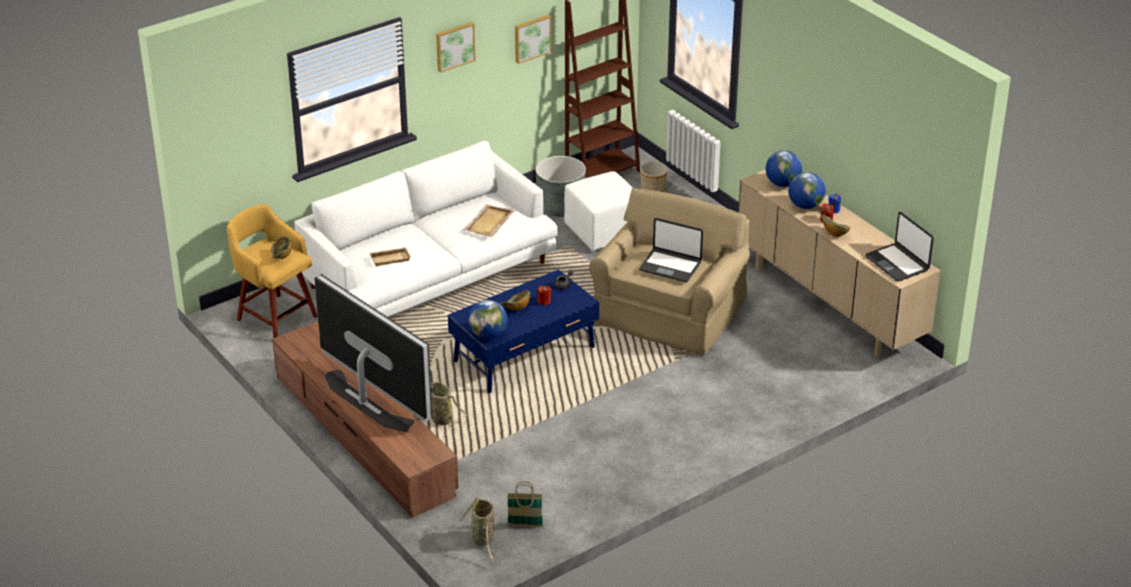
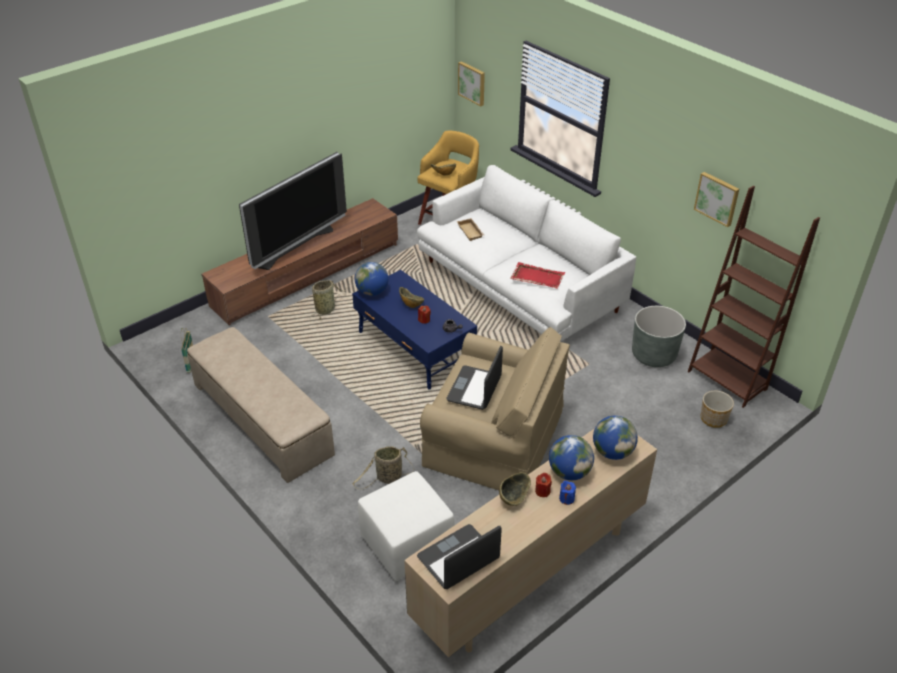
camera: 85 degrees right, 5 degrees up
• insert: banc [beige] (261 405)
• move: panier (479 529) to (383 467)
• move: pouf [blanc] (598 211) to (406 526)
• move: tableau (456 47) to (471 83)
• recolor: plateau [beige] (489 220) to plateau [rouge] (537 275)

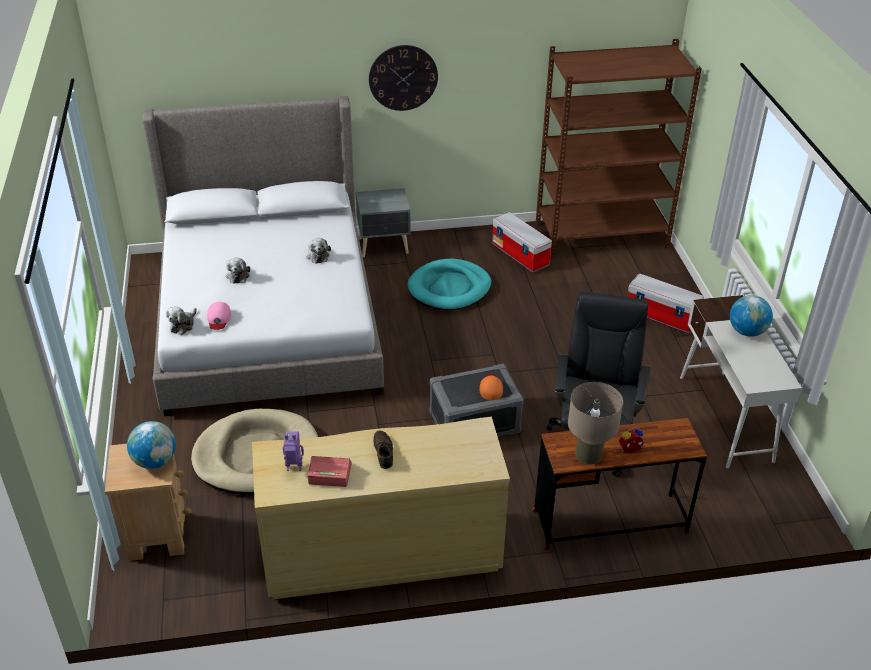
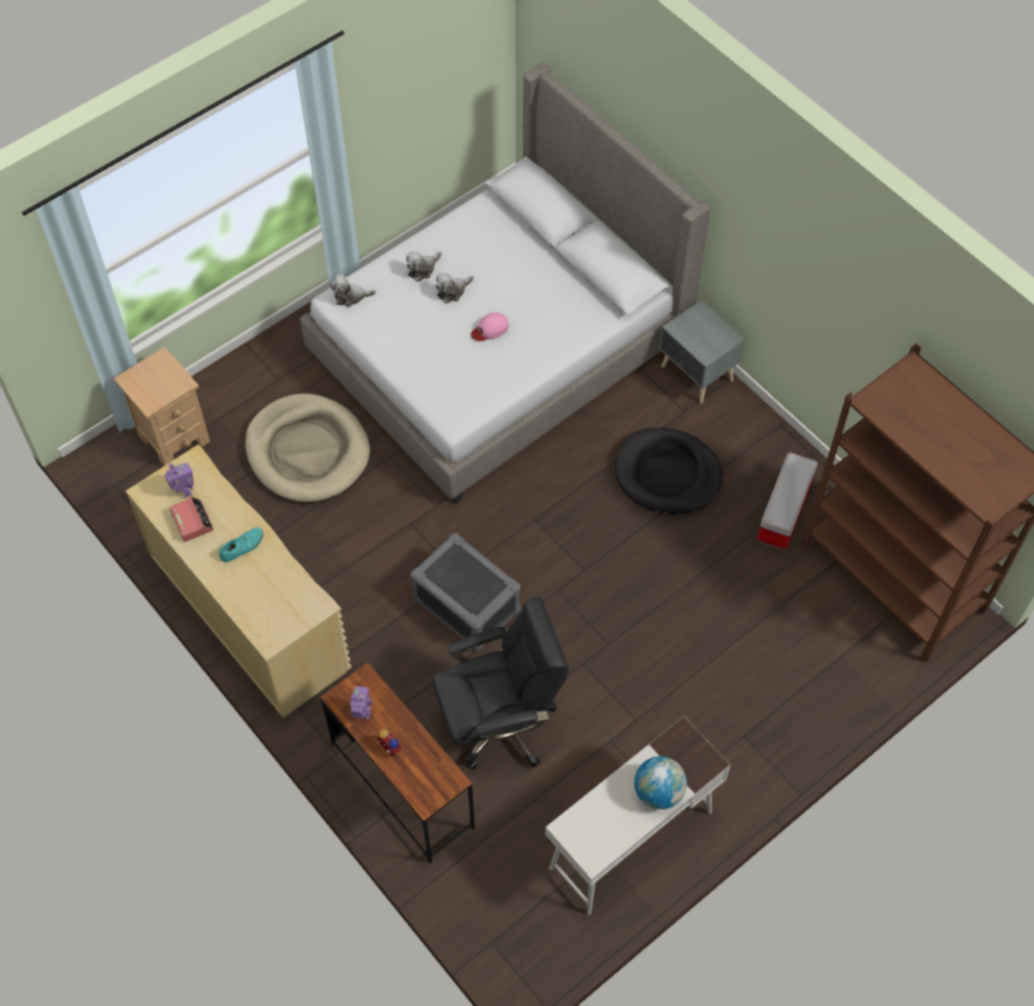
camera: 60 degrees right, 20 degrees up
• recolor: chaussure [marron] (383 450) to chaussure [turquoise] (241 544)
• replace: lampe de table [beige] (595 423) to robot jouet (361 703)
• move: peluche (319 251) to (423 266)
• move: casquette [rose] (219 316) to (490 326)
• recolor: panier pour chien [turquoise] (449 284) to panier pour chien [noir] (669 471)
• delete: globe (151 445)
• delete: horloge murale (403 78)
• delete: casquette [orange] (491 387)
• delete: boîte de rangement (666 304)

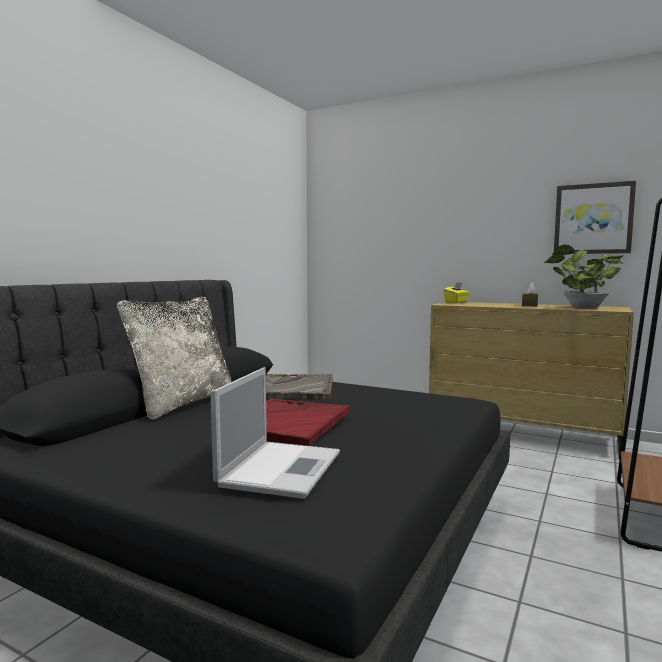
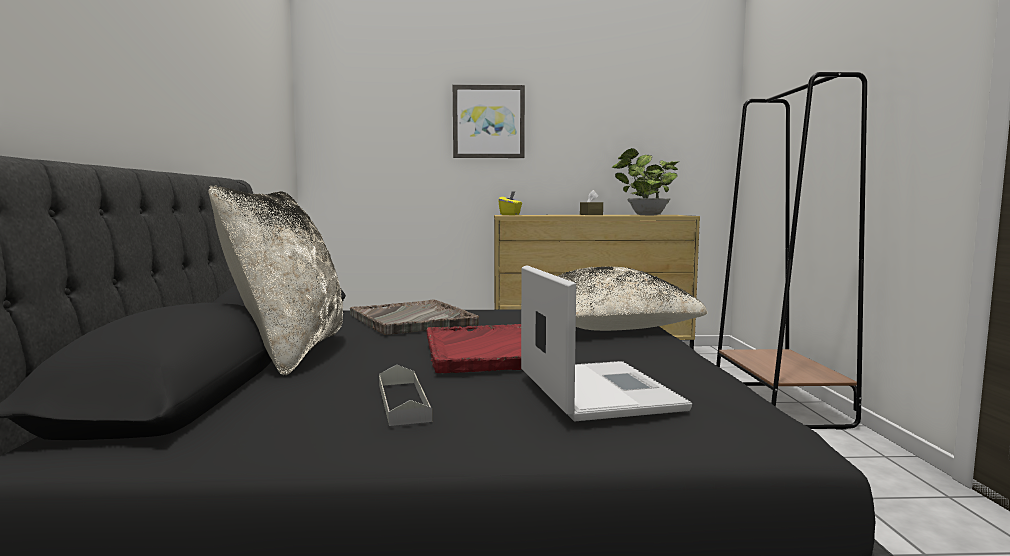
camera: 30 degrees left, 0 degrees up
• insert: plateau [gris] (405 395)
• move: tableau (595 217) to (489 121)
• insert: coussin [beige] (633 298)

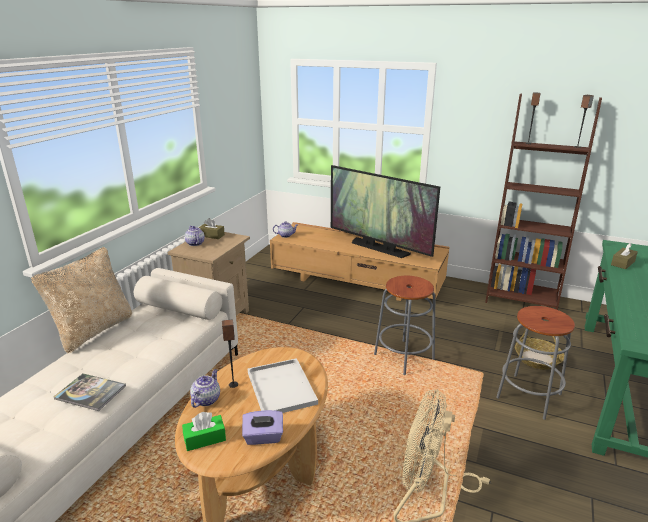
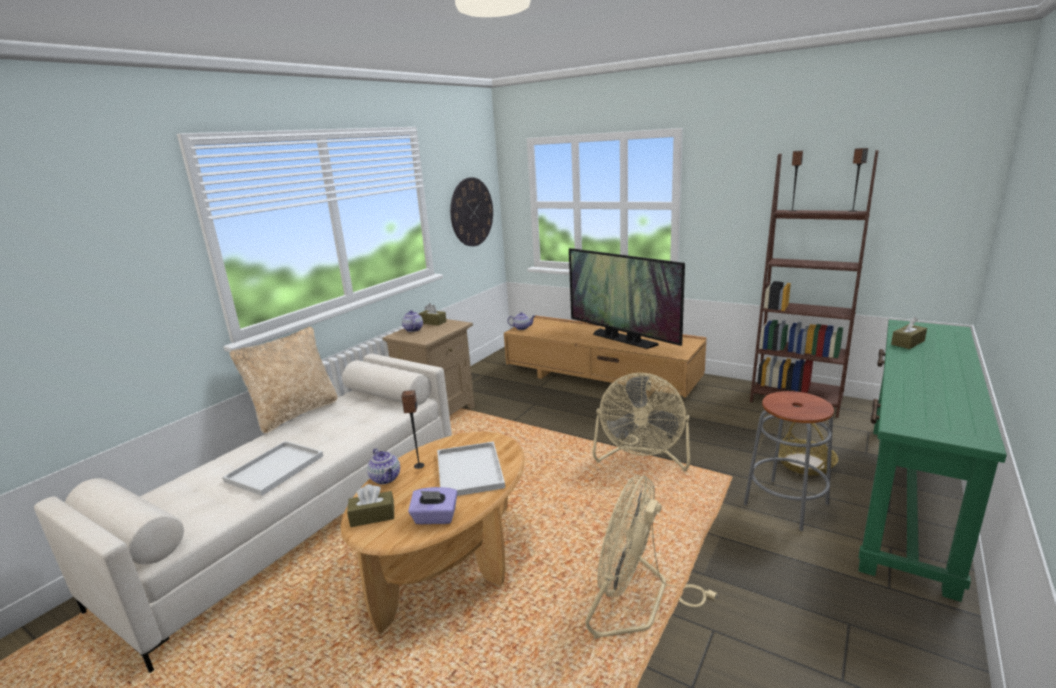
camera: 10 degrees right, 5 degrees down
• replace: livre (90 392) to plateau [blanc] (272 468)
• recolor: boîte à mouchoirs [vert] (204 431) to boîte à mouchoirs [marron] (370 505)
• rotate: théière (205 388) = (383 466) 120 degrees clockwise
• insert: horloge murale (471 211)
• replace: tabouret [gris] (404 325) to ventilateur [beige] (641 422)

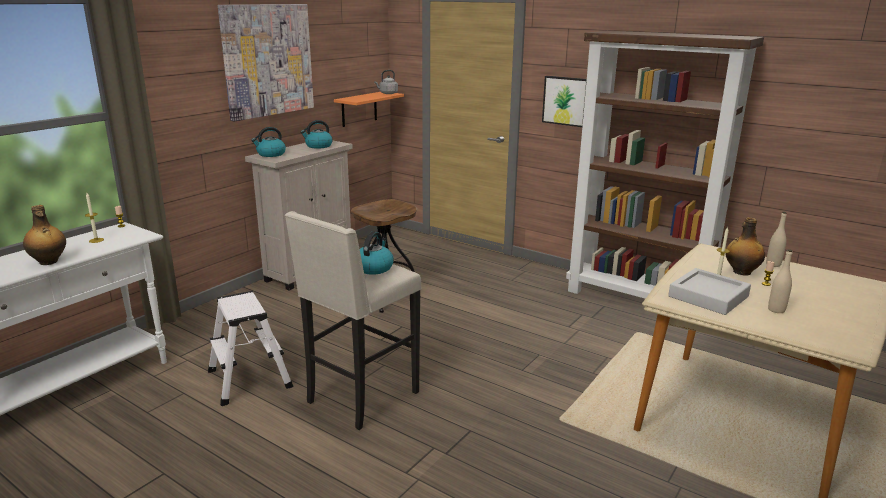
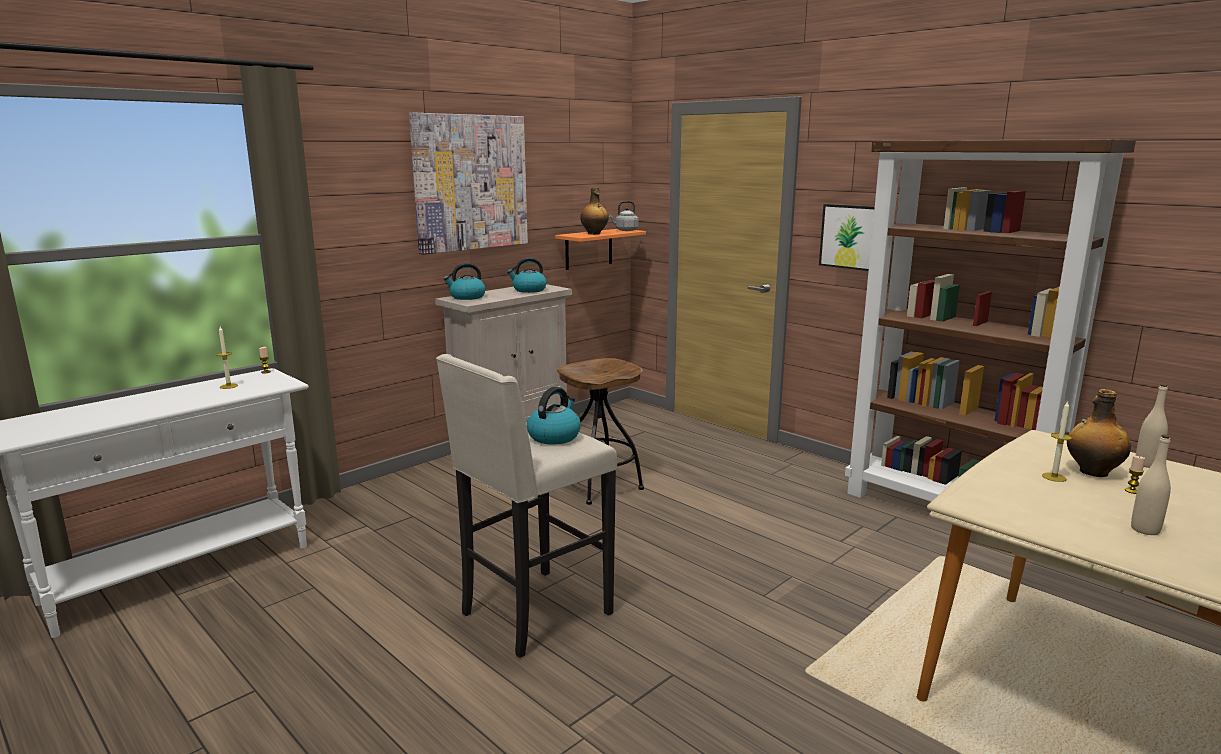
camera: 10 degrees right, 5 degrees down
• move: bouteille (44 235) to (594 211)
• delete: escabeau [blanc] (250 348)
• delete: plateau [gris] (709 291)

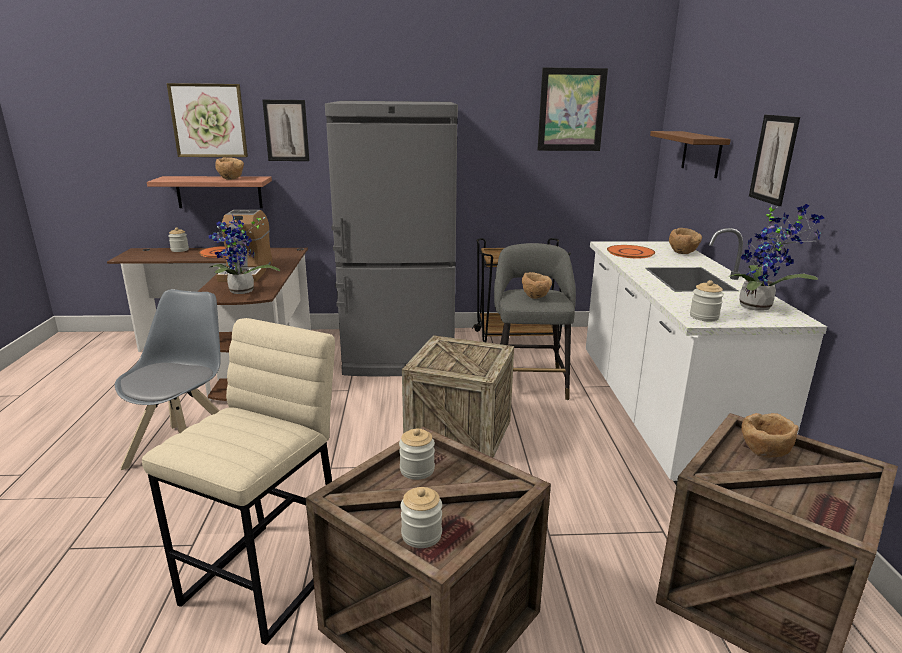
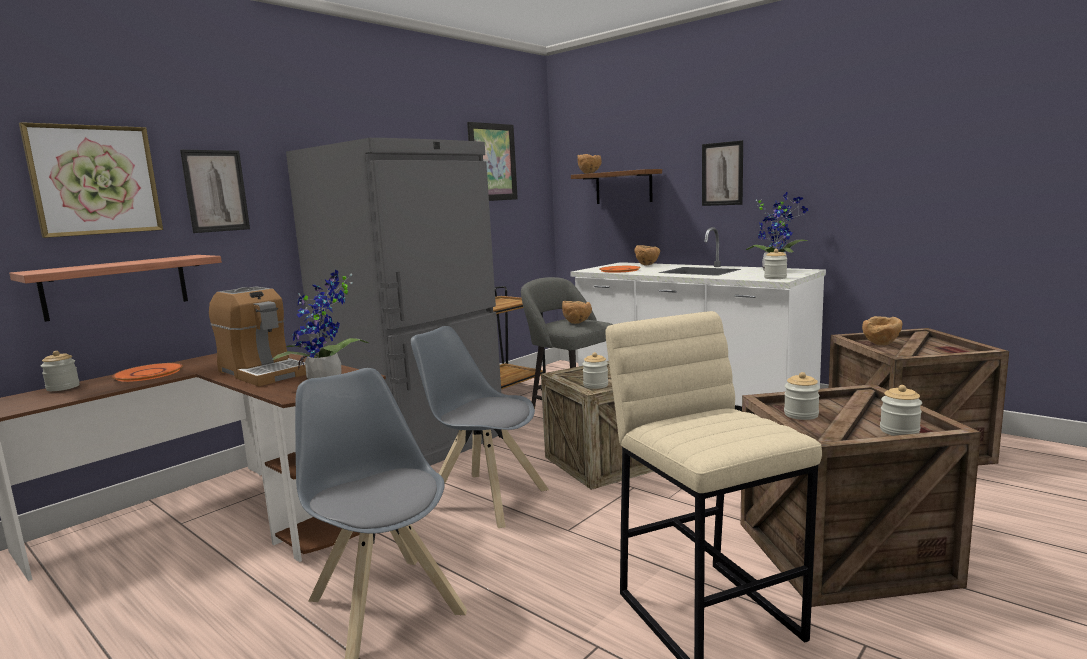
camera: 45 degrees left, 10 degrees down
• insert: chaise [gris] (480 427)
• move: bol [marron] (229 168) to (589 164)
• insert: bocal (595 370)

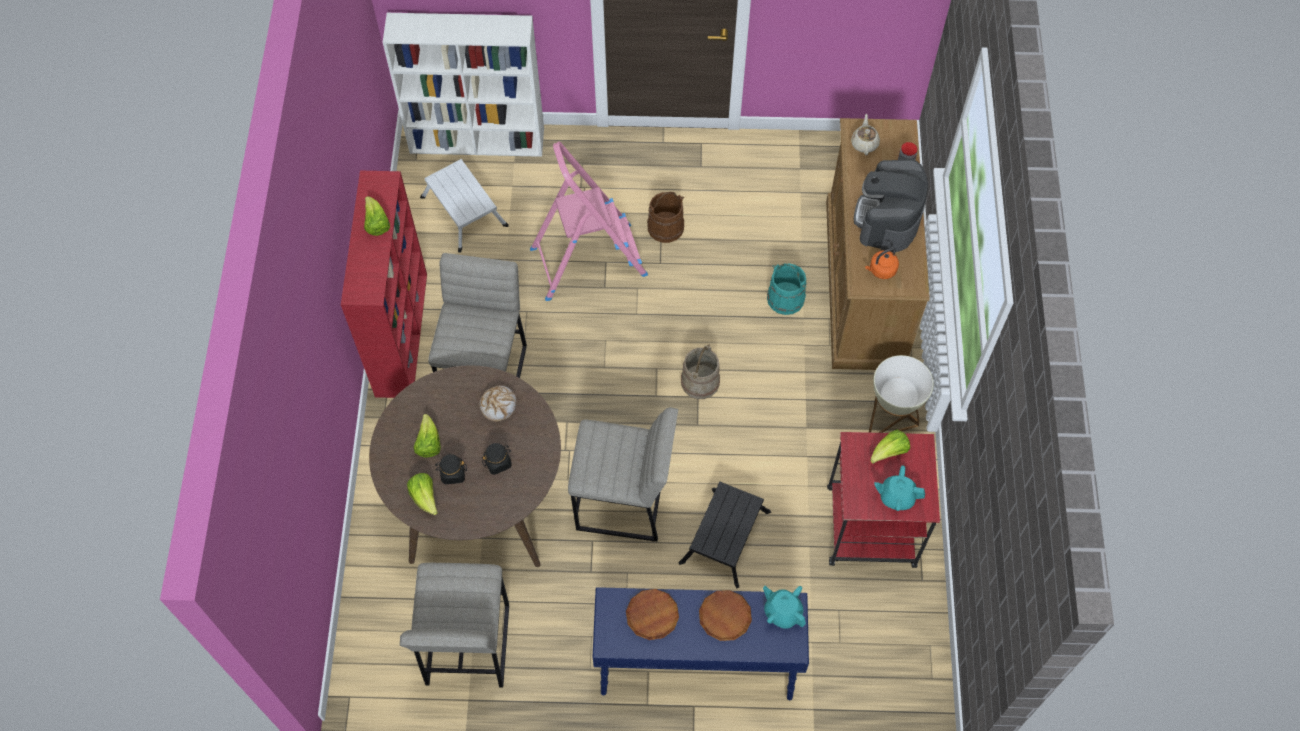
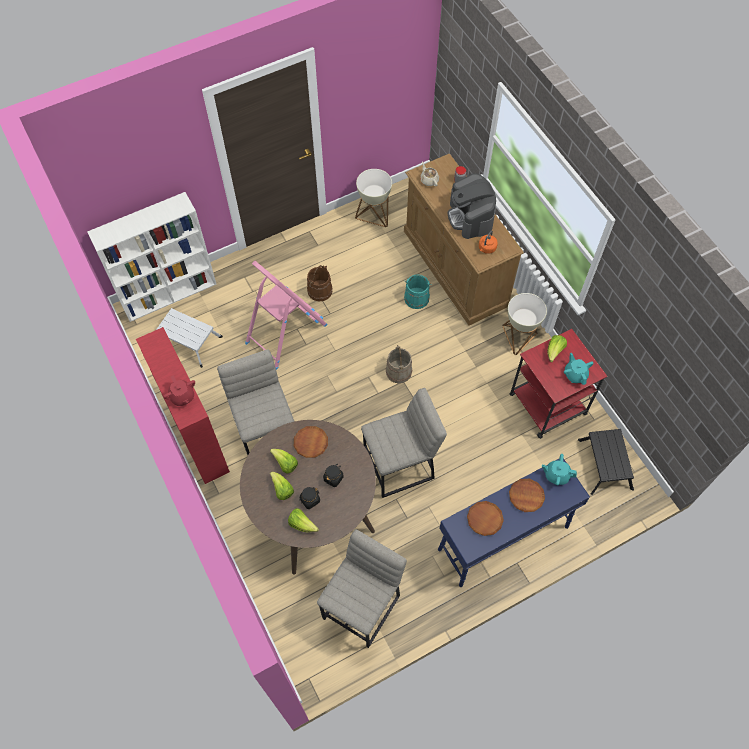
camera: 30 degrees left, 0 degrees up
• insert: théière [rouge] (179 390)
• move: laitue (377 216) to (284 461)
• replace: pain (498 404) to assiette [marron] (311 442)
• rotate: chaise [gris] (454 625) = (362 588) 120 degrees counterclockwise
• insert: cache-pot (373 198)
• rotate: théière [turquoise] (899 488) = (578 369) 90 degrees clockwise
• move: escabeau [noir] (724 535) to (606 462)

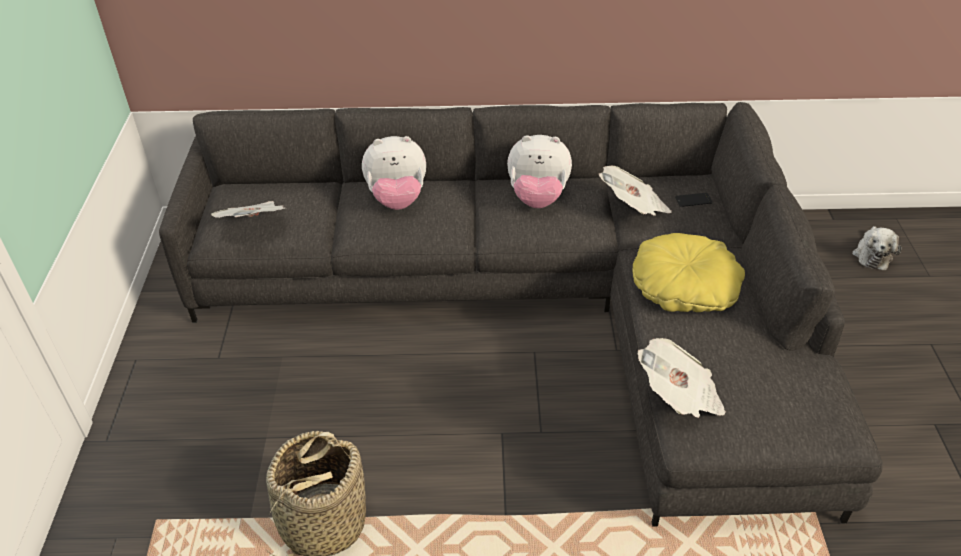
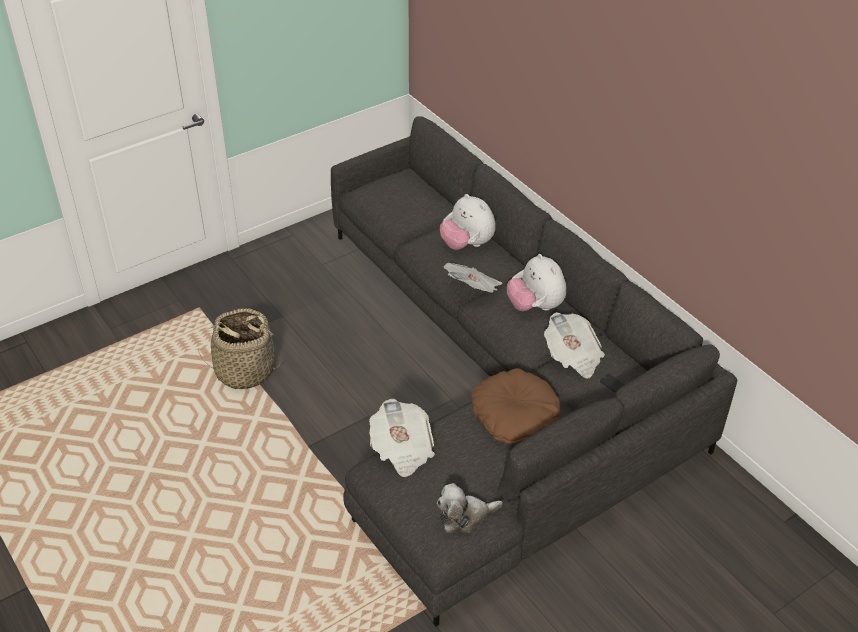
camera: 55 degrees right, 0 degrees up
• move: peluche (876 248) to (470 508)
• move: journal (248 209) to (473 278)
• recolor: coussin [jaune] (688 272) to coussin [marron] (516 406)

